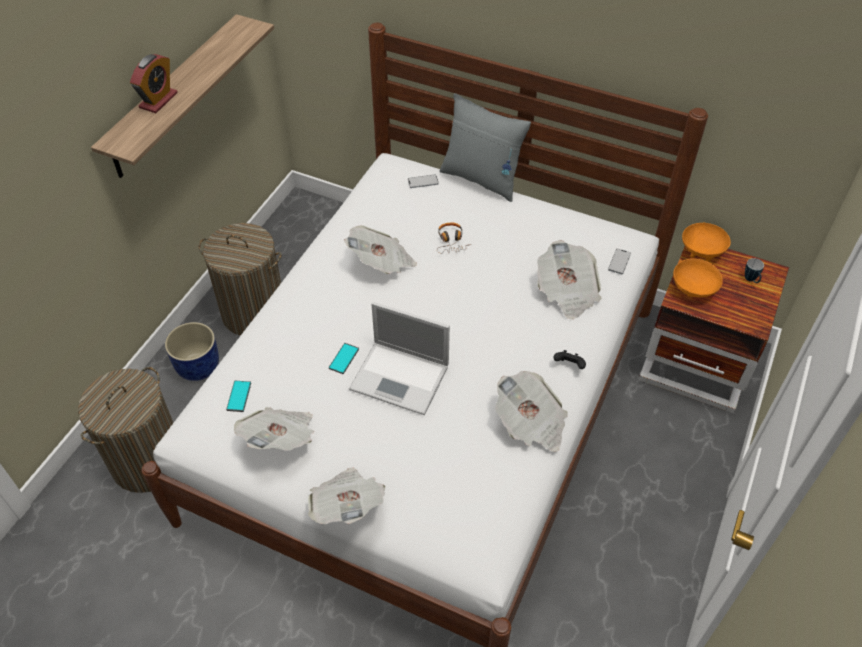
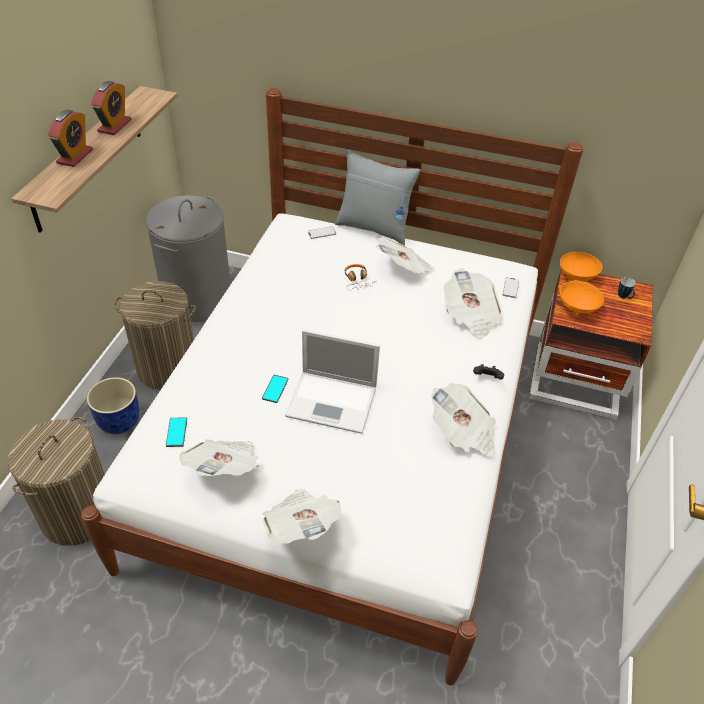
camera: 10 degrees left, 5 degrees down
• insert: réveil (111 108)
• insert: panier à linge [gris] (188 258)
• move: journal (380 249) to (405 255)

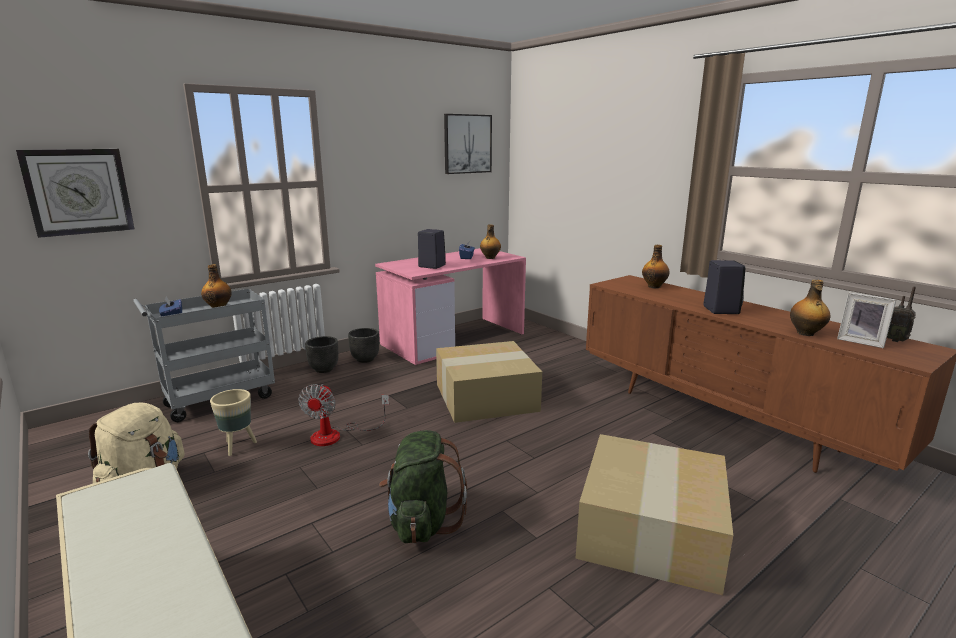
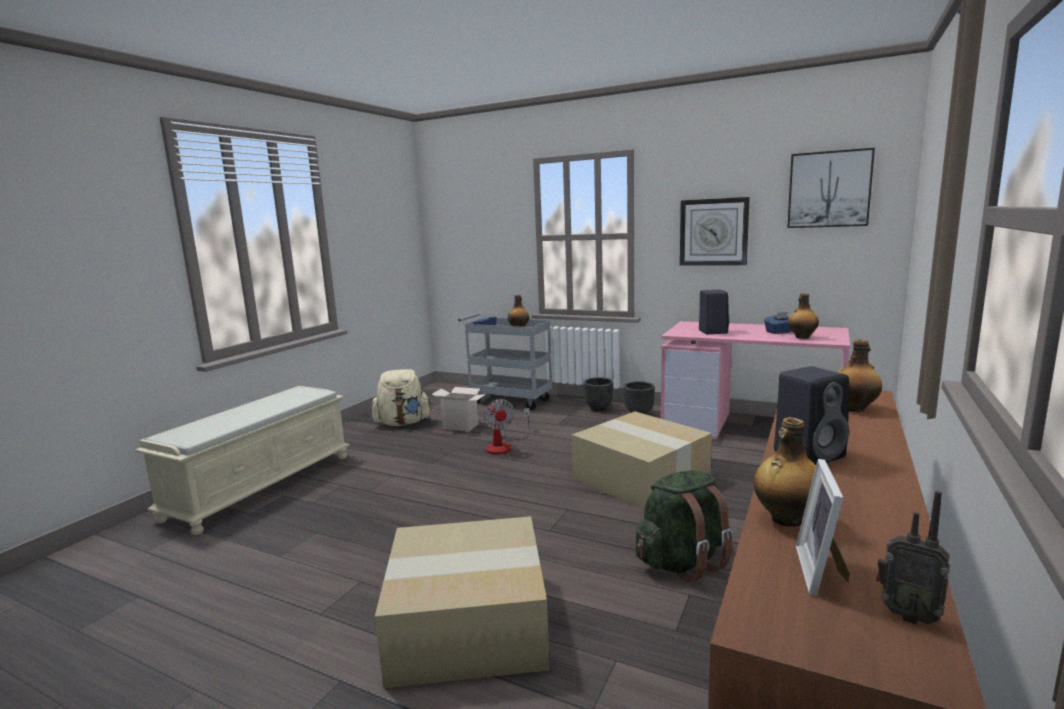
camera: 65 degrees right, 5 degrees down
• replace: cache-pot [beige] (233 422) to carton (459 409)
• rotate: ventilateur (343 415) = (507 426) 90 degrees counterclockwise
• move: sac à dos [vert] (423 487) to (684 526)
• move: horloge murale (75 193) to (715 231)
• rotate: radio (901 314) = (913 558) 75 degrees counterclockwise

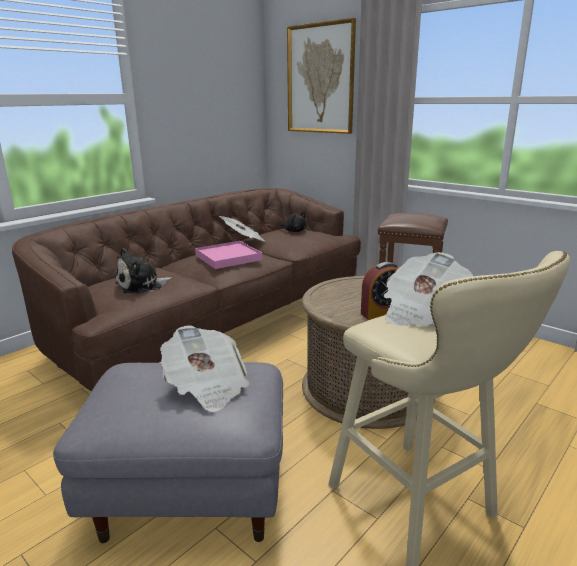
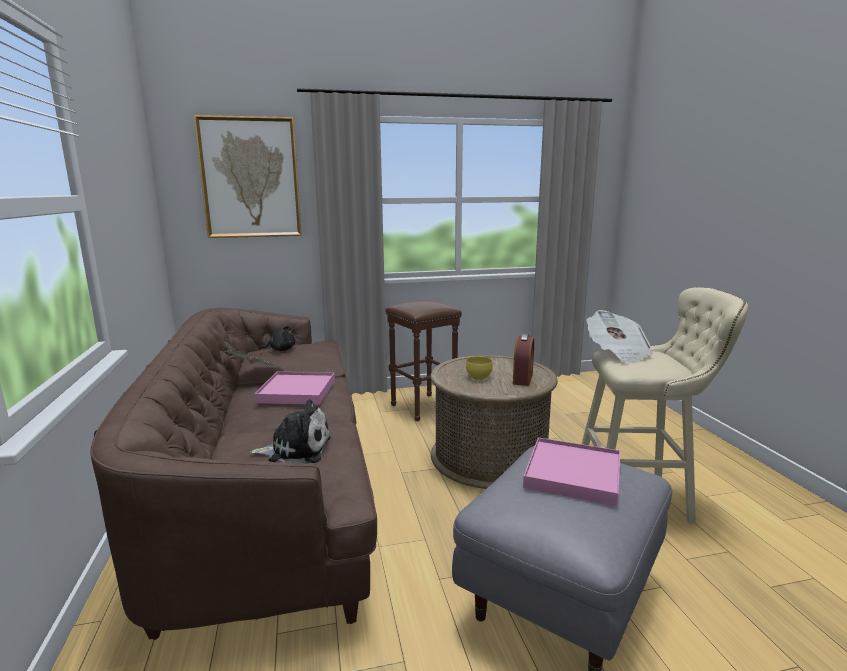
camera: 55 degrees left, 5 degrees down
• rotate: peluche (144 271) = (290 431) 90 degrees counterclockwise
• insert: bol [jaune] (479 368)
• replace: journal (205 369) to plateau [rose] (571 471)

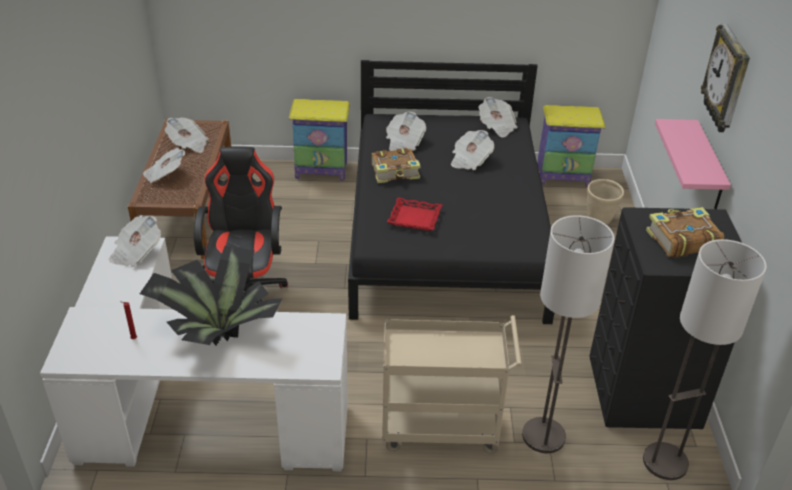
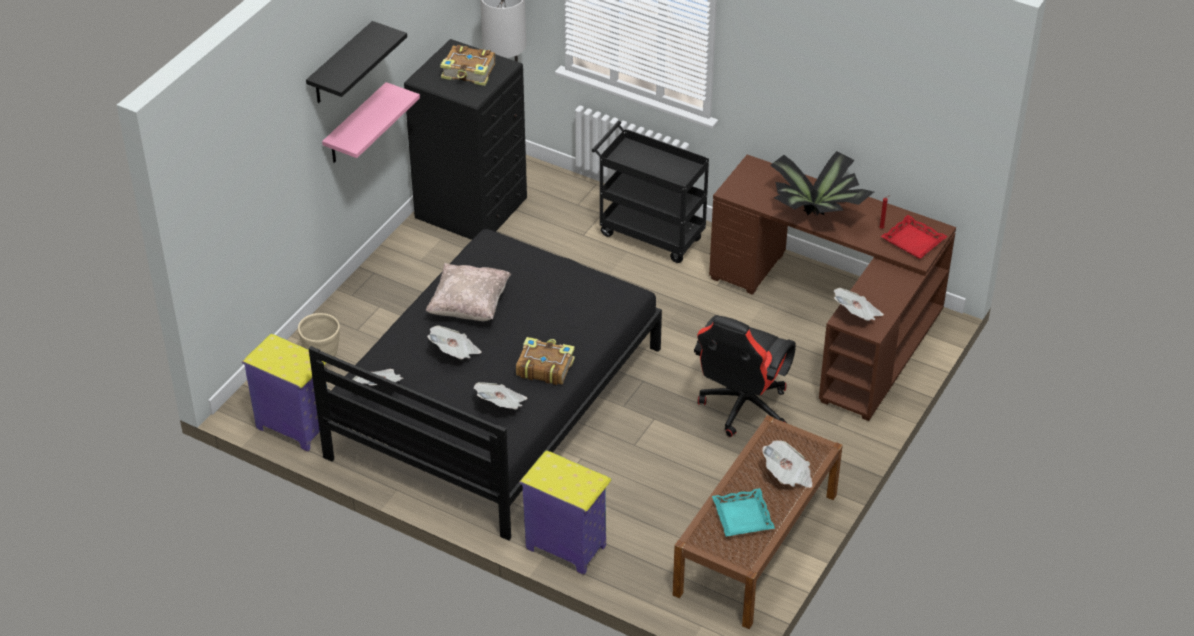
camera: 150 degrees left, 5 degrees up
• replace: horloge murale (725 78) to étagère [noir] (356 62)
• insert: coussin [beige] (468 292)
• recolor: chariot [beige] (452 384) to chariot [noir] (650 192)
• recolor: bureau [blanc] (194 353) to bureau [marron] (832 287)
• replace: journal (187 135) to plateau [turquoise] (743 512)
• move: plateau [rouge] (414 214) to (914 237)
• delete: lampadaire (568 334)

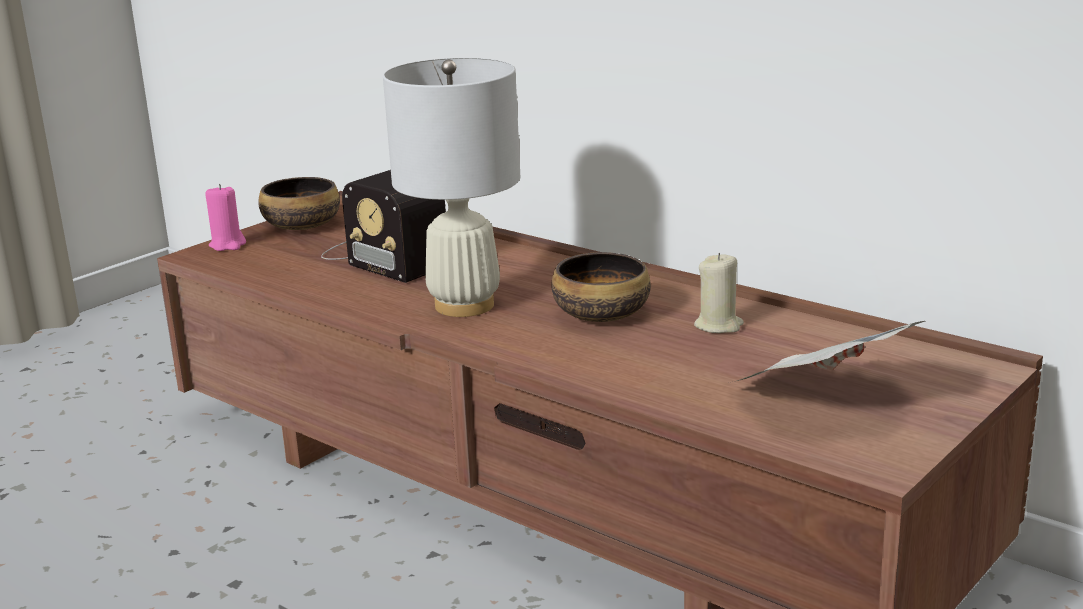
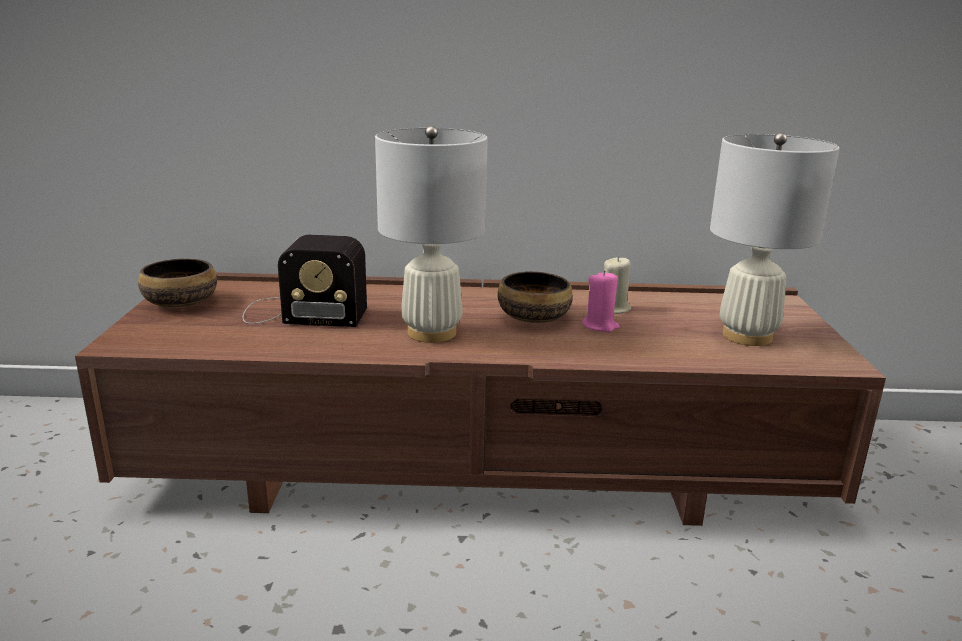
camera: 40 degrees left, 0 degrees up
• move: bougie [rose] (225 217) to (601 301)
• replace: journal (831 351) to lampe de table [blanc] (775 239)

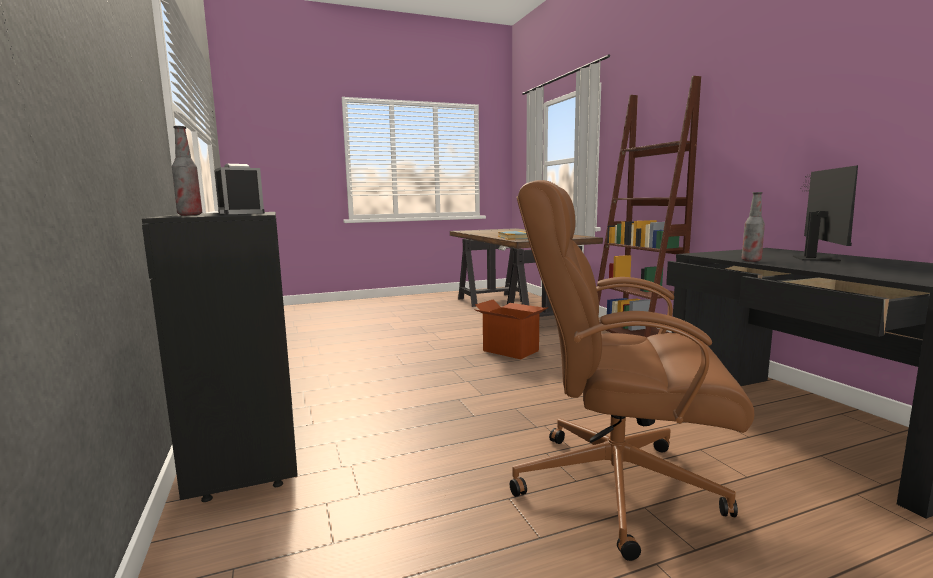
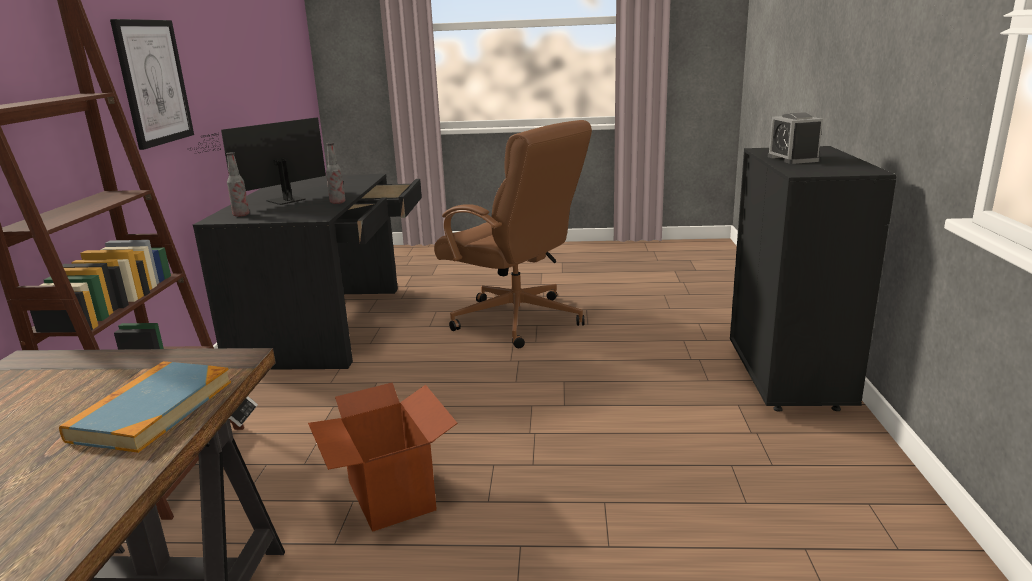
camera: 155 degrees left, 10 degrees up
• insert: tableau (152 84)
• move: bouteille (187 170) to (238 184)

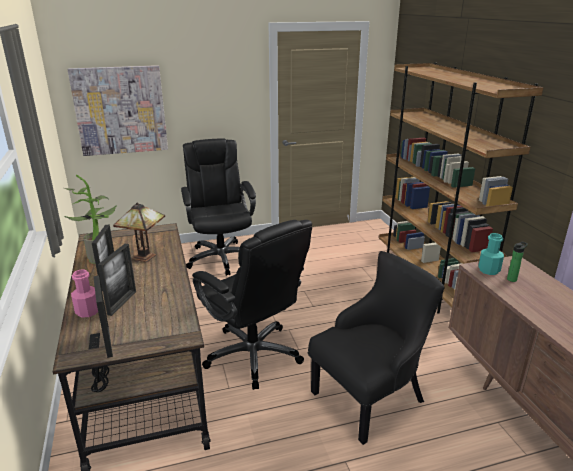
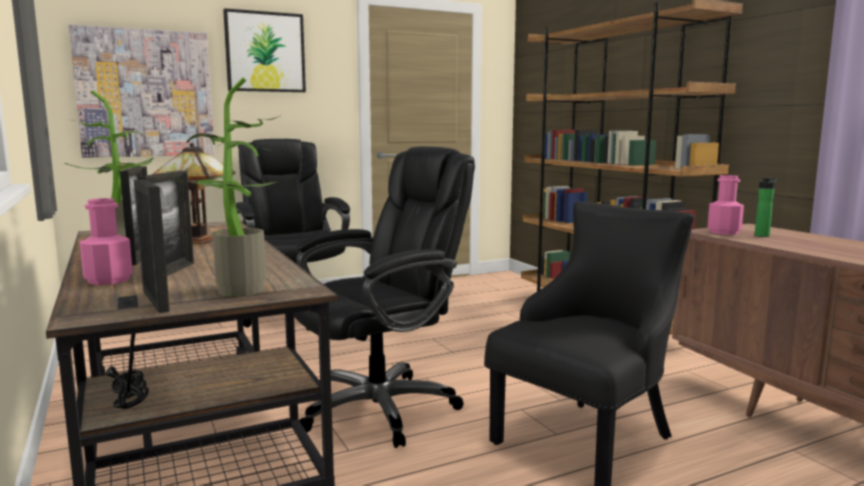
camera: 10 degrees left, 15 degrees down
• insert: plante en pot (229 186)
• insert: tableau (264 50)
• rotate: chaise de bureau [noir] (252 305) = (384 297) 75 degrees counterclockwise
• recolor: bouteille [turquoise] (491 254) to bouteille [rose] (725 205)

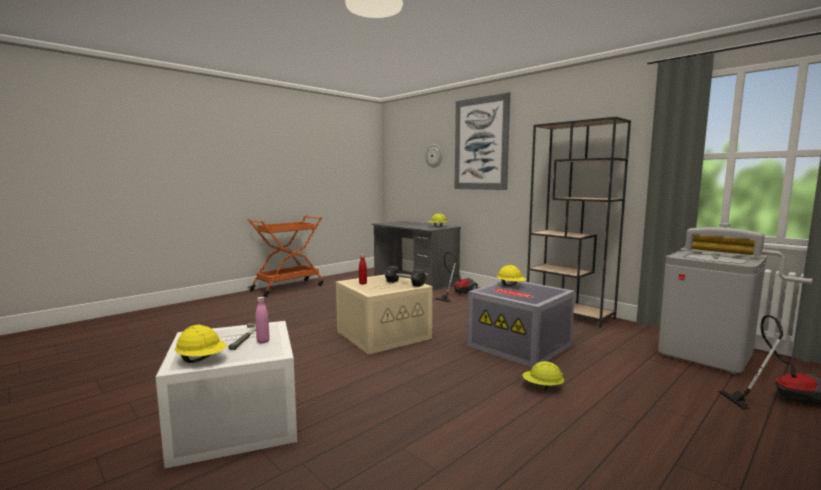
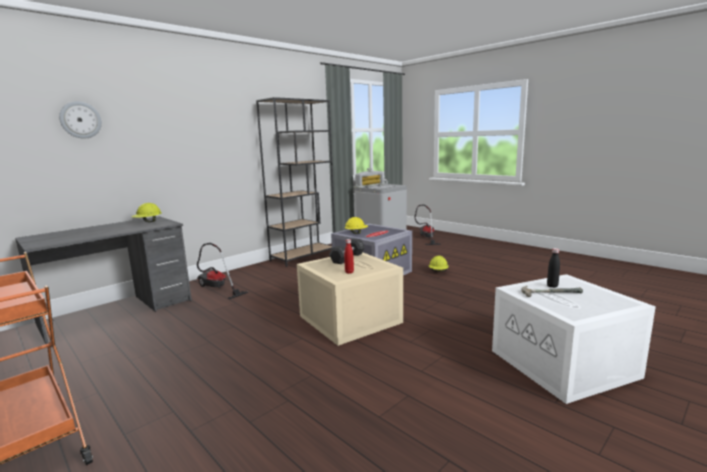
camera: 90 degrees left, 5 degrees up
• recolor: bouteille [rose] (262 320) to bouteille [noir] (553 268)
• delete: casque de chantier [jaune] (201 344)
• delete: tableau (482 141)

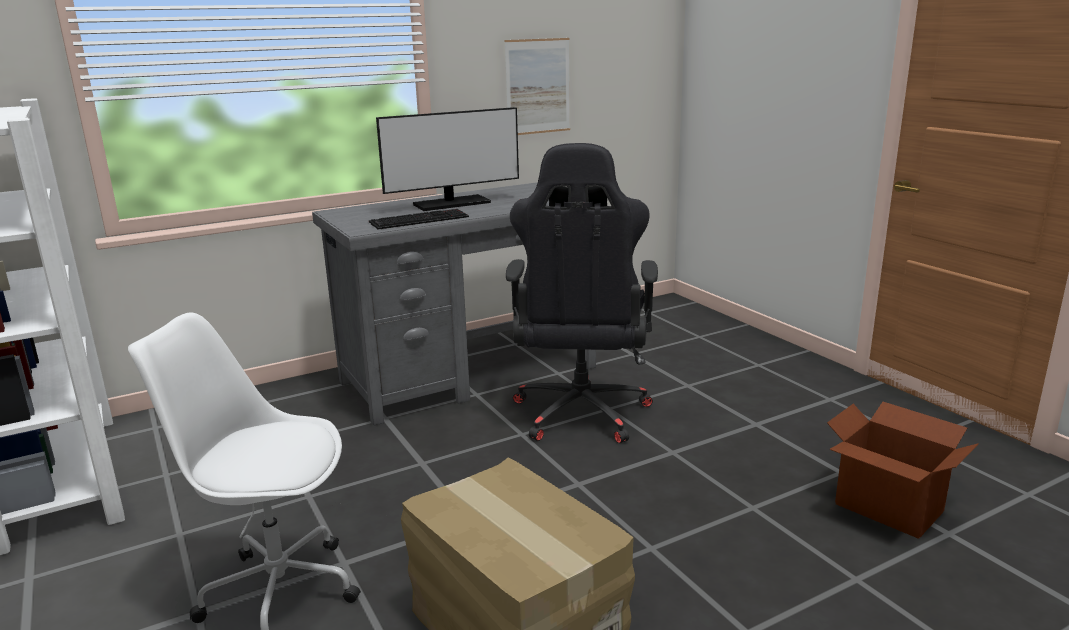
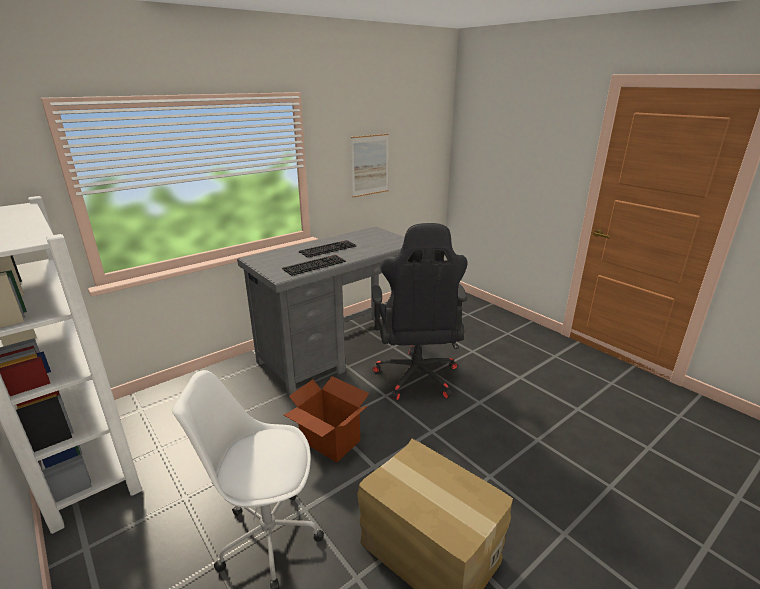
camera: 10 degrees left, 5 degrees up
• move: carton (902 470) to (326 419)
• replace: écran d'ordinateur (447 159) to clavier (328 249)

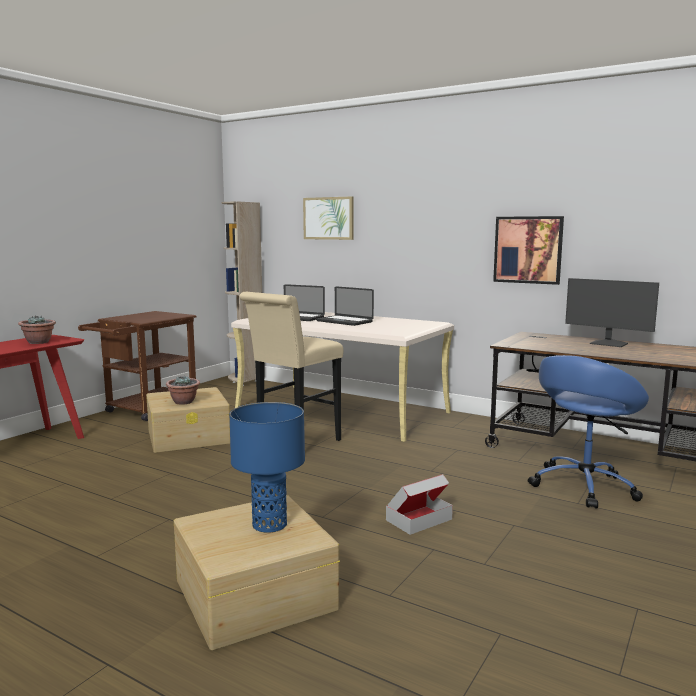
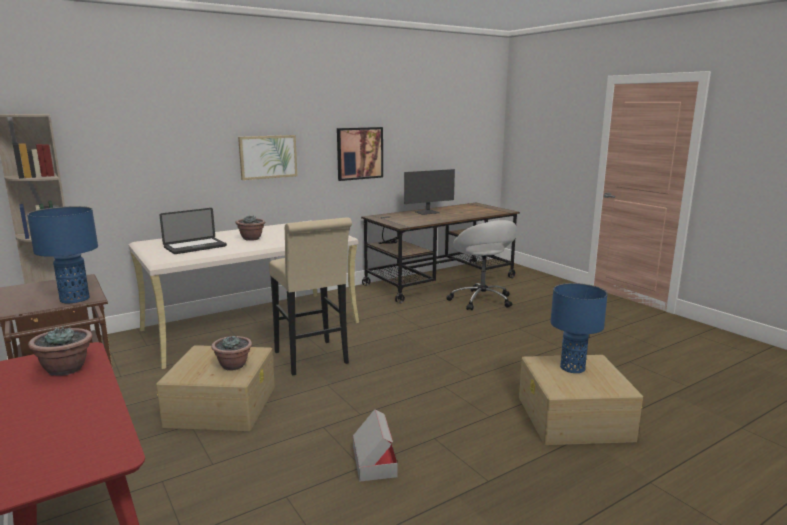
camera: 65 degrees left, 5 degrees up
• insert: lampe de table [bleu] (62 254)
• replace: ordinateur portable (345 306) to plante en pot (250 228)
• move: tableau (328 218) to (267 157)
• move: carton (419 504) to (375 445)
• recolor: chaise de bureau [bleu] (588 431) to chaise de bureau [blanc] (481 265)

